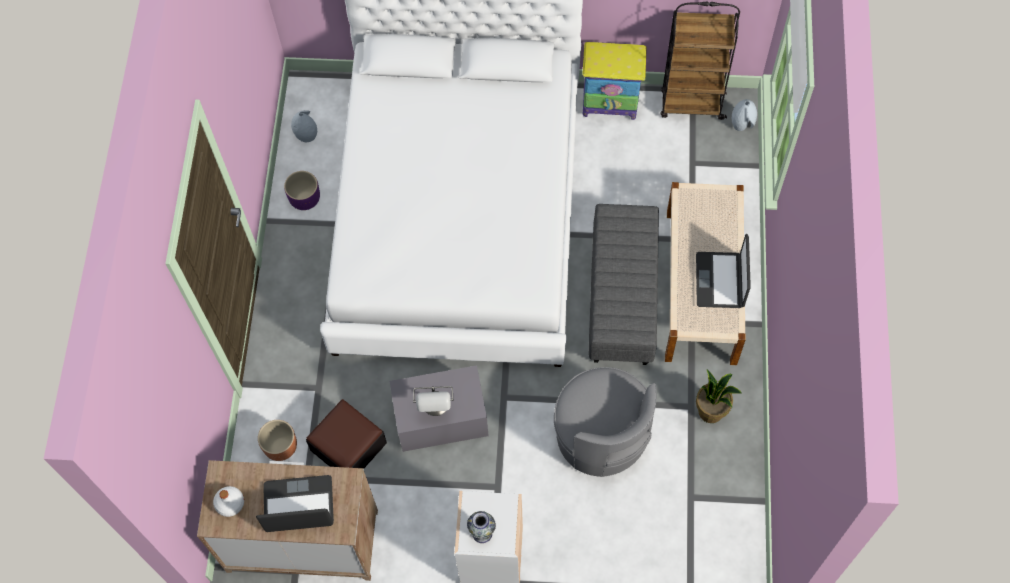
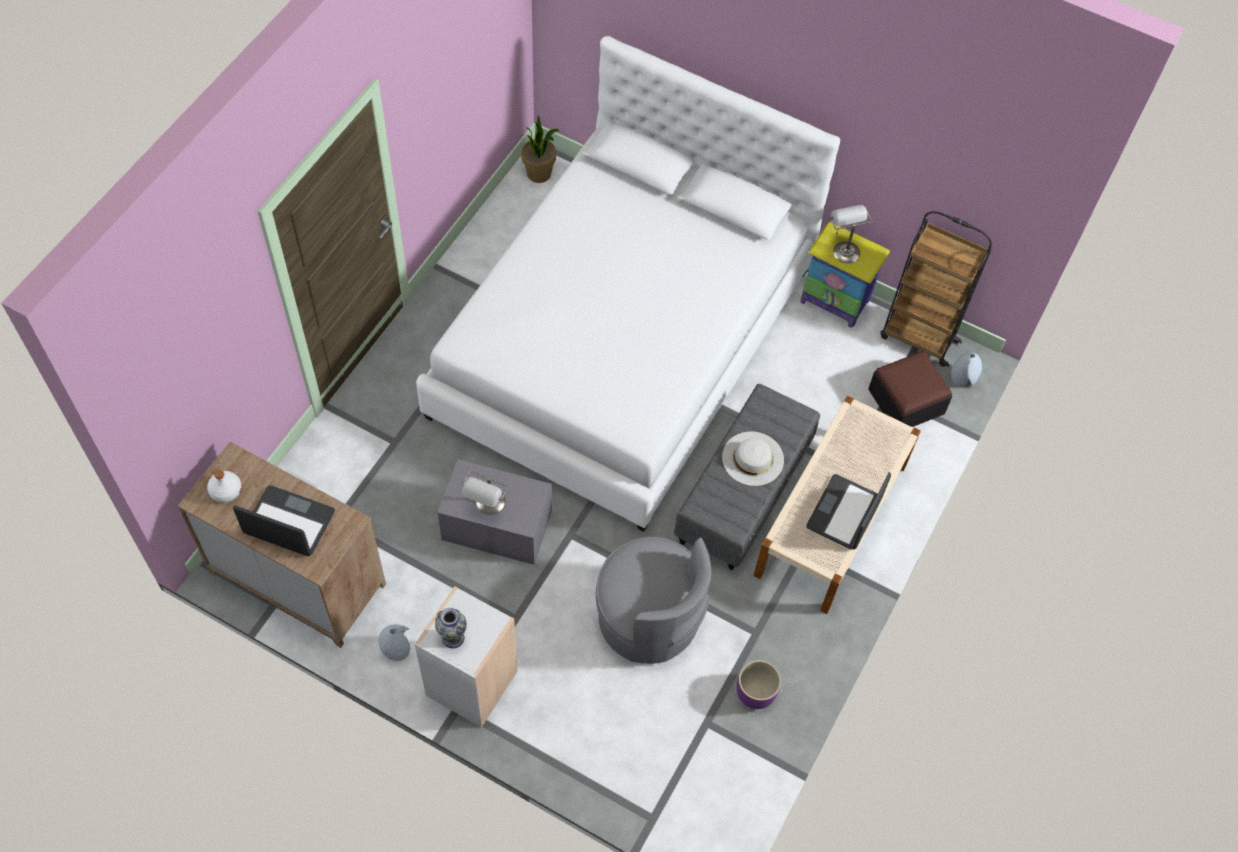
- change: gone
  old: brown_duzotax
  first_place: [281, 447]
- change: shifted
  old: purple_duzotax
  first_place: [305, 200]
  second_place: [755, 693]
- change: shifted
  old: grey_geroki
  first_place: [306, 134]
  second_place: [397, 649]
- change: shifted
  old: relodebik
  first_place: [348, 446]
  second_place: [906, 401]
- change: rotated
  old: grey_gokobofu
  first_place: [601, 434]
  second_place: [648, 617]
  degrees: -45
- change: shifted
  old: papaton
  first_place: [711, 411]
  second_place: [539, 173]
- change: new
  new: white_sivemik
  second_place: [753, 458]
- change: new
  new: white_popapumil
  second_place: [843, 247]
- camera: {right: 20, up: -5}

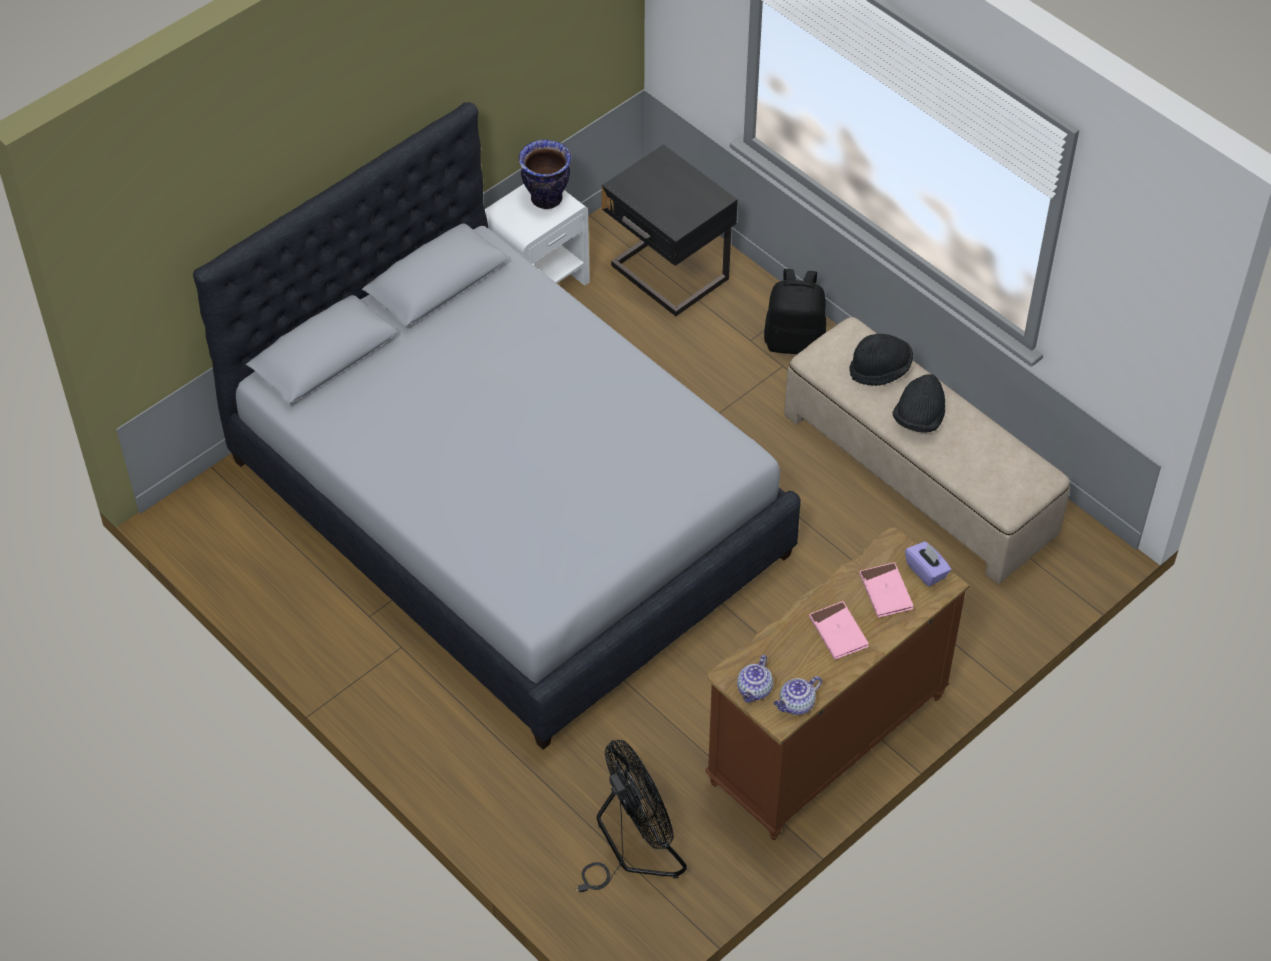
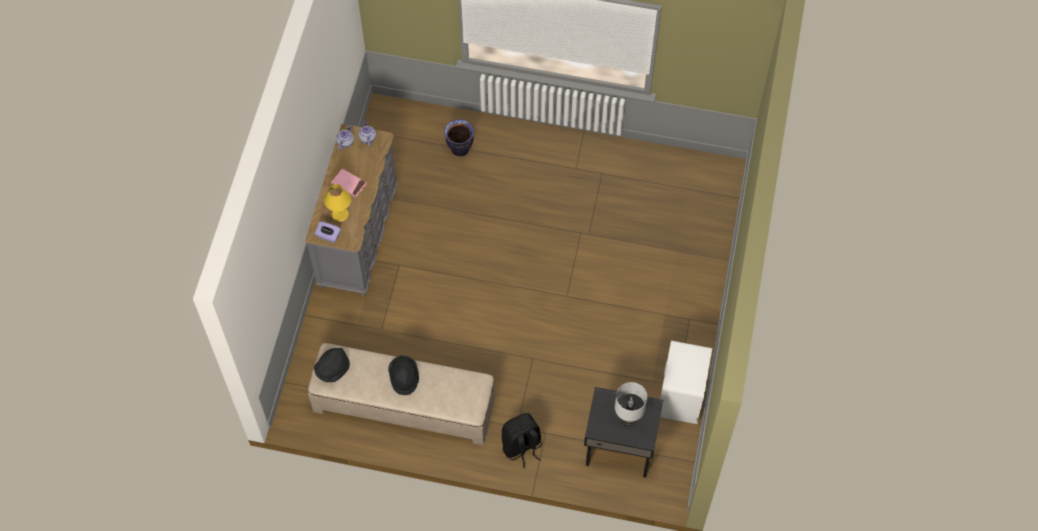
- change: gone
  old: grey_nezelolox
  first_place: [508, 506]
- change: shifted
  old: geroki
  first_place: [546, 199]
  second_place: [460, 149]
- change: gone
  old: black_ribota
  first_place: [629, 841]
- change: repainted
  old: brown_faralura
  new: grey_faralura
  first_place: [825, 740]
  second_place: [359, 237]
- change: shifted
  old: black_sivemik
  first_place: [880, 370]
  second_place: [332, 369]
- change: swapped
  old: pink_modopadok
  new: yellow_popapumil
  first_place: [885, 592]
  second_place: [340, 215]
- change: new
  new: grey_popapumil
  second_place: [628, 417]
- camera: {right: 145, up: 10}

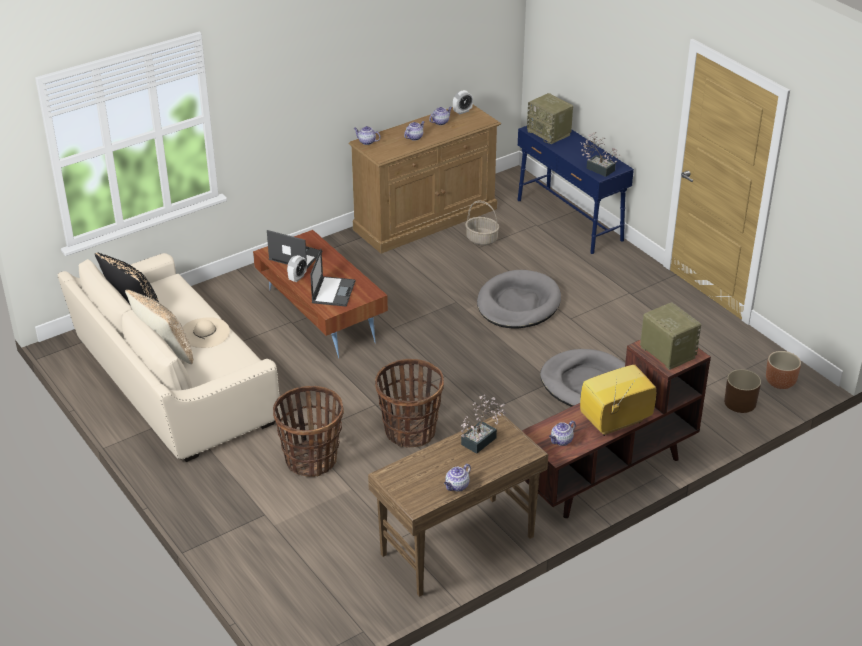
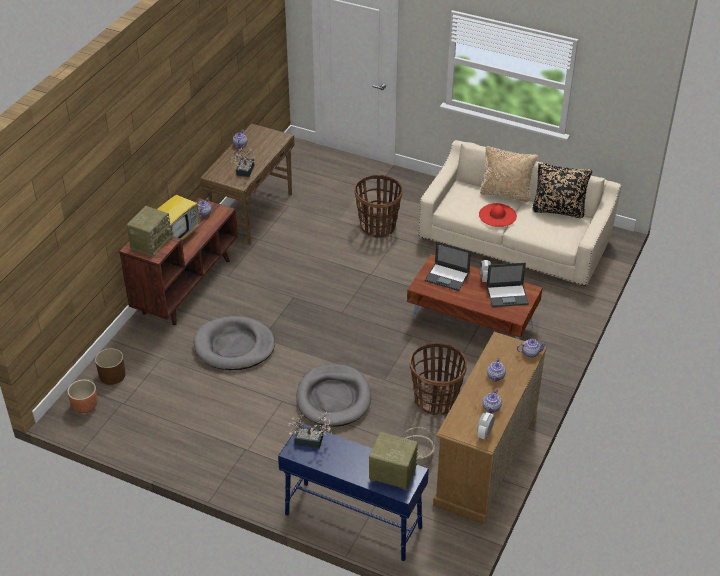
- change: repainted
  old: beige_sivemik
  new: red_sivemik
  first_place: [204, 333]
  second_place: [497, 215]
- change: rotated
  old: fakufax
  first_place: [333, 291]
  second_place: [447, 277]
  degrees: -45
- change: shifted
  old: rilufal
  first_place: [409, 431]
  second_place: [436, 400]
- change: rotated
  old: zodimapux
  first_place: [666, 352]
  second_place: [151, 243]
  degrees: -90
- camera: {right: 150, up: 5}

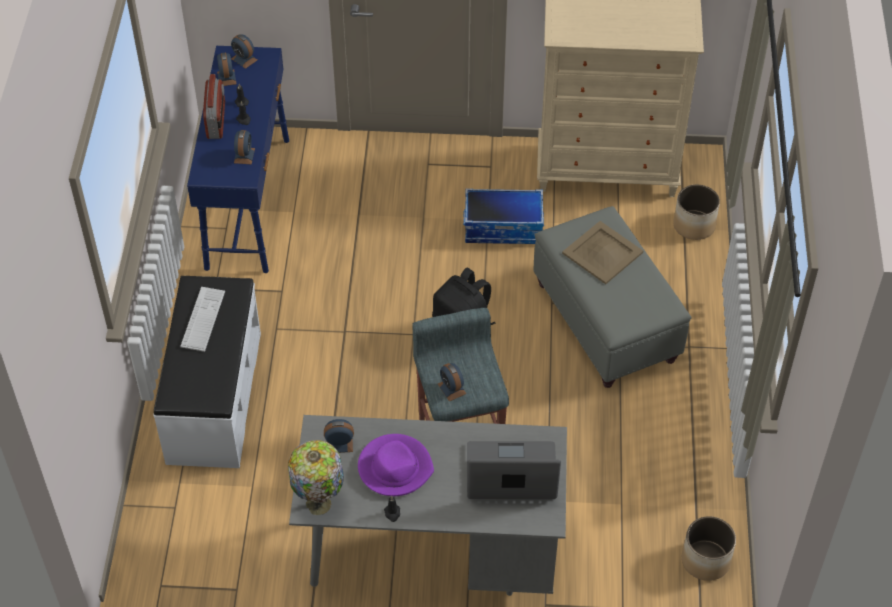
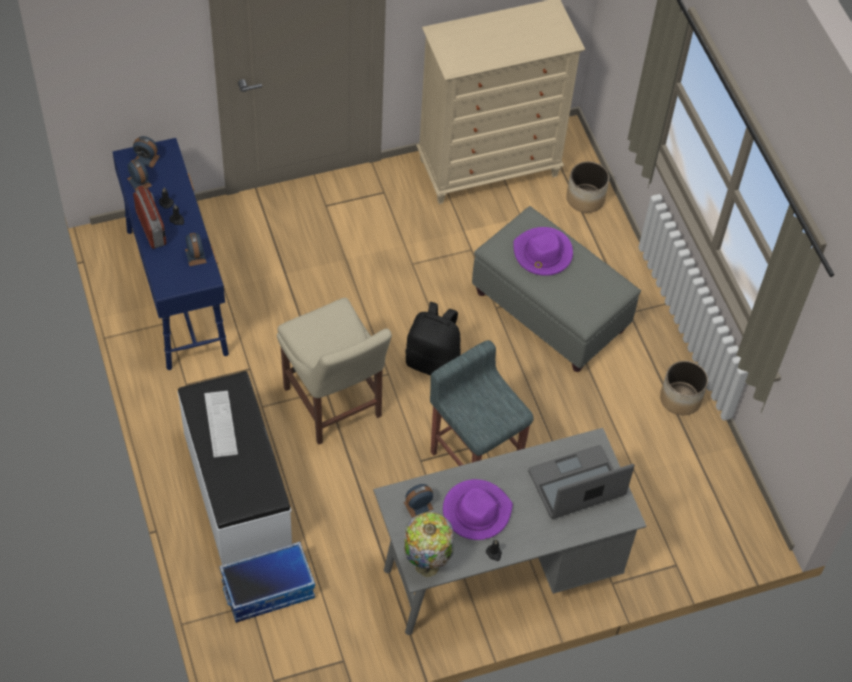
- change: gone
  old: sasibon
  first_place: [451, 388]
- change: shifted
  old: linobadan
  first_place: [503, 227]
  second_place: [268, 589]
- change: swapped
  old: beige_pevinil
  new: purple_sivemik
  first_place: [602, 253]
  second_place: [542, 254]
- change: shifted
  old: duzotax
  first_place: [706, 560]
  second_place: [681, 398]
- change: new
  new: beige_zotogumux
  second_place: [334, 406]
- camera: {right: -25, up: 5}

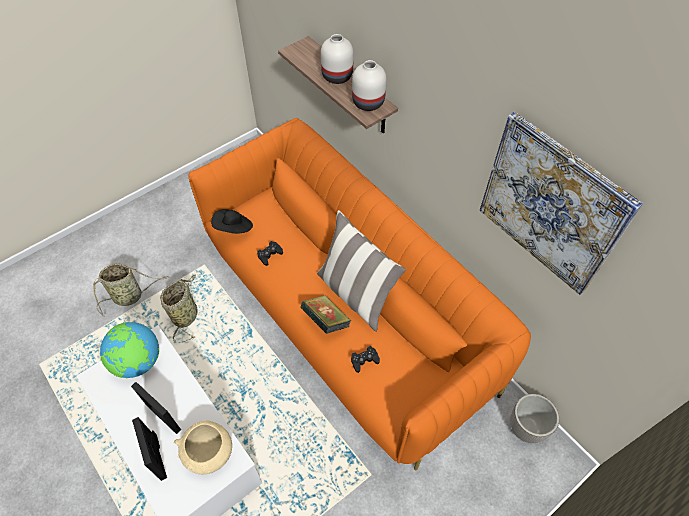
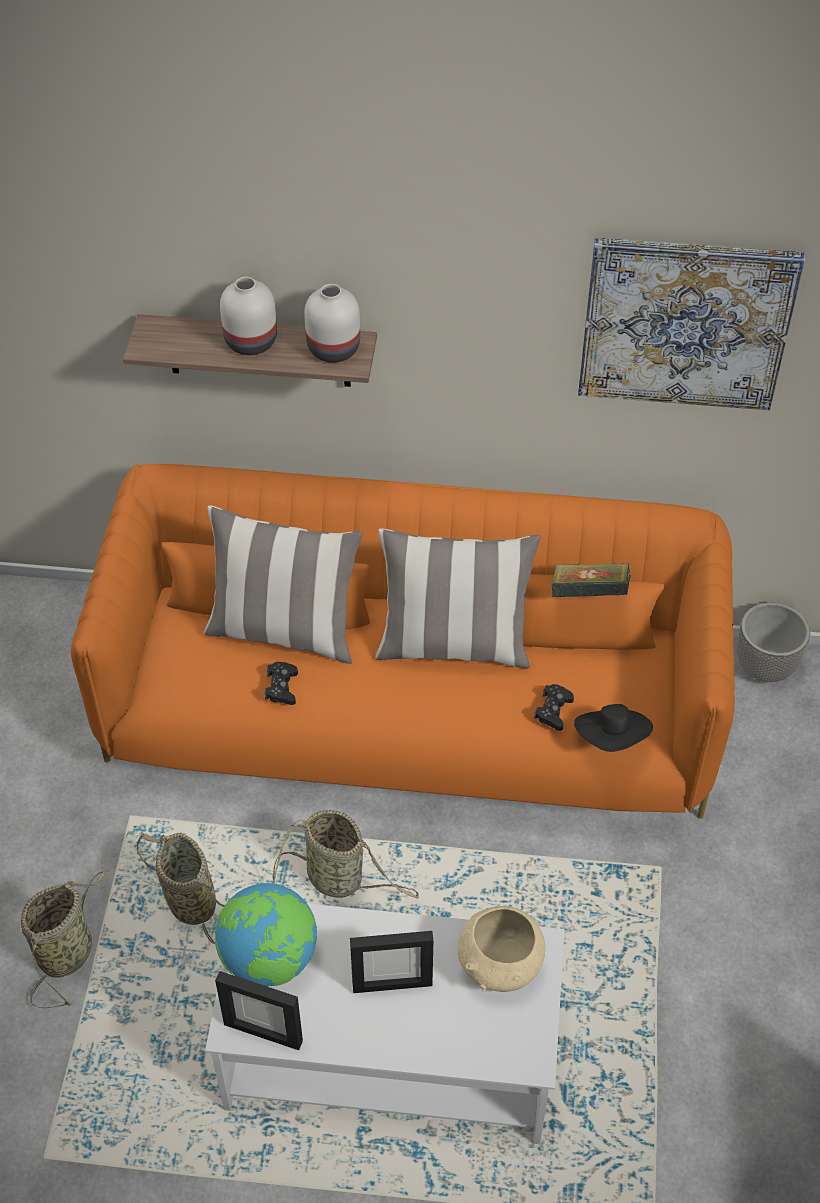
- change: shifted
  old: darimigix
  first_place: [158, 457]
  second_place: [264, 1031]
- change: shifted
  old: black_sivemik
  first_place: [234, 228]
  second_place: [612, 738]
- change: shifted
  old: modopadok
  first_place: [326, 321]
  second_place: [588, 596]
- change: new
  new: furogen
  second_place: [285, 630]
- change: new
  new: rilufal
  second_place: [339, 880]
- camera: {right: -45, up: -5}

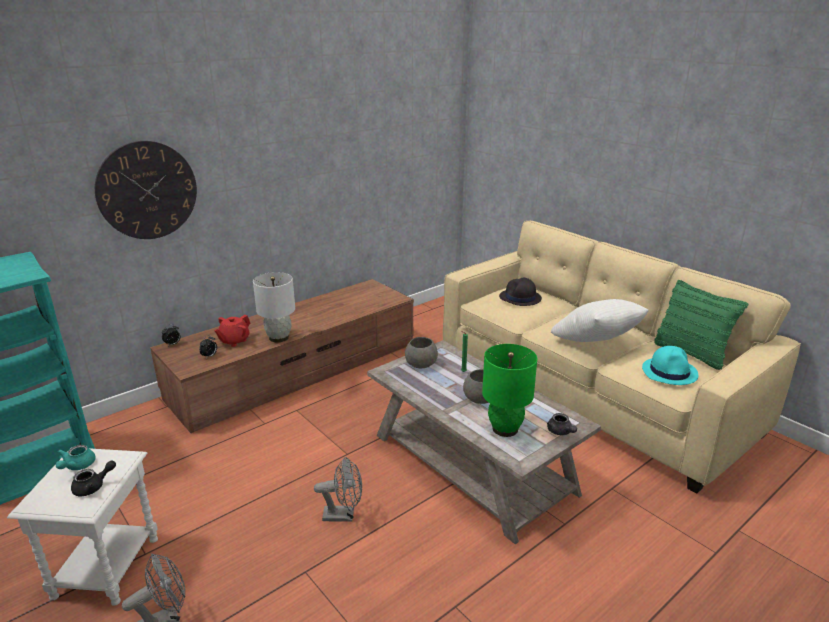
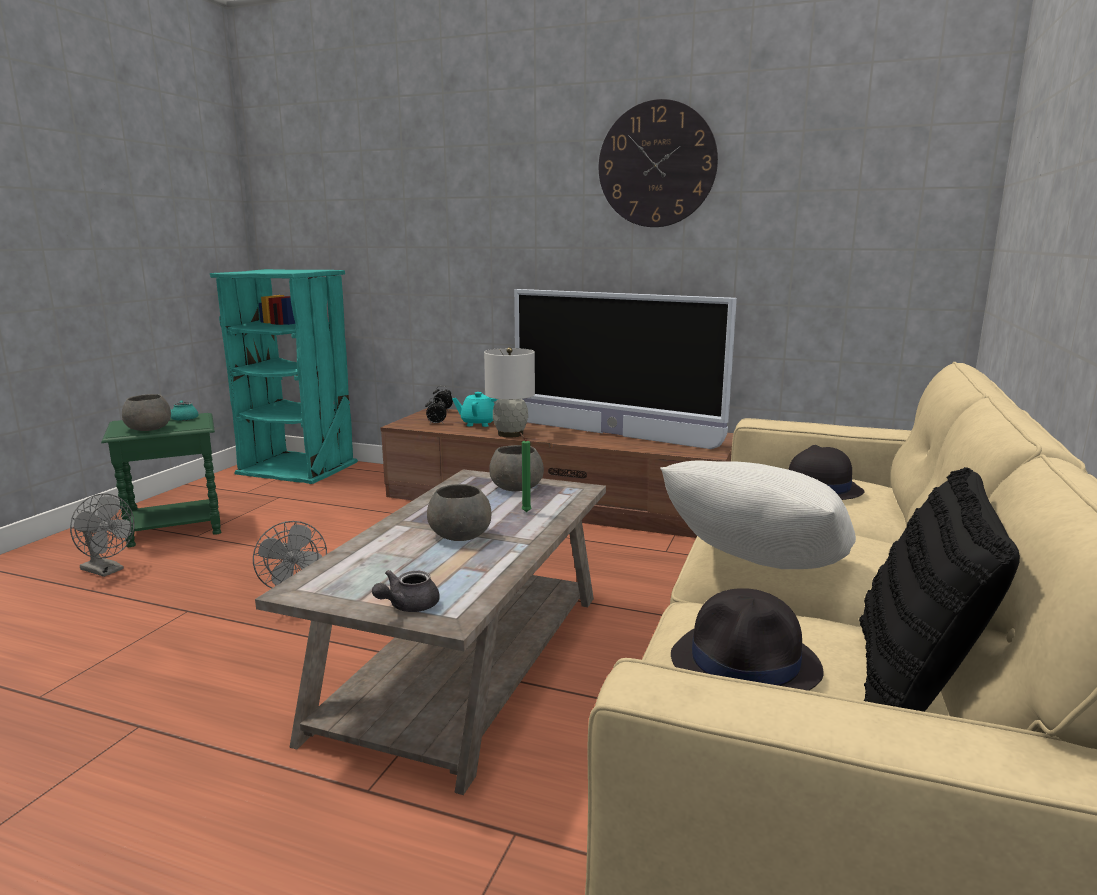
- change: repainted
  old: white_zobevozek
  new: green_zobevozek
  first_place: [108, 567]
  second_place: [175, 529]
- change: swapped
  old: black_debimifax
  new: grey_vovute
  first_place: [93, 487]
  second_place: [149, 428]
- change: shifted
  old: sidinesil
  first_place: [147, 190]
  second_place: [657, 164]
- change: repainted
  old: red_debimifax
  new: turquoise_debimifax
  first_place: [234, 341]
  second_place: [478, 423]
- change: gone
  old: green_popapumil
  first_place: [505, 429]
- change: repainted
  old: turquoise_sivemik
  new: black_sivemik
  first_place: [669, 372]
  second_place: [746, 664]
- change: repainted
  old: green_furogen
  new: black_furogen
  first_place: [691, 354]
  second_place: [913, 690]
- change: new
  new: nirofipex
  second_place: [613, 434]
- camera: {right: 60, up: -10}

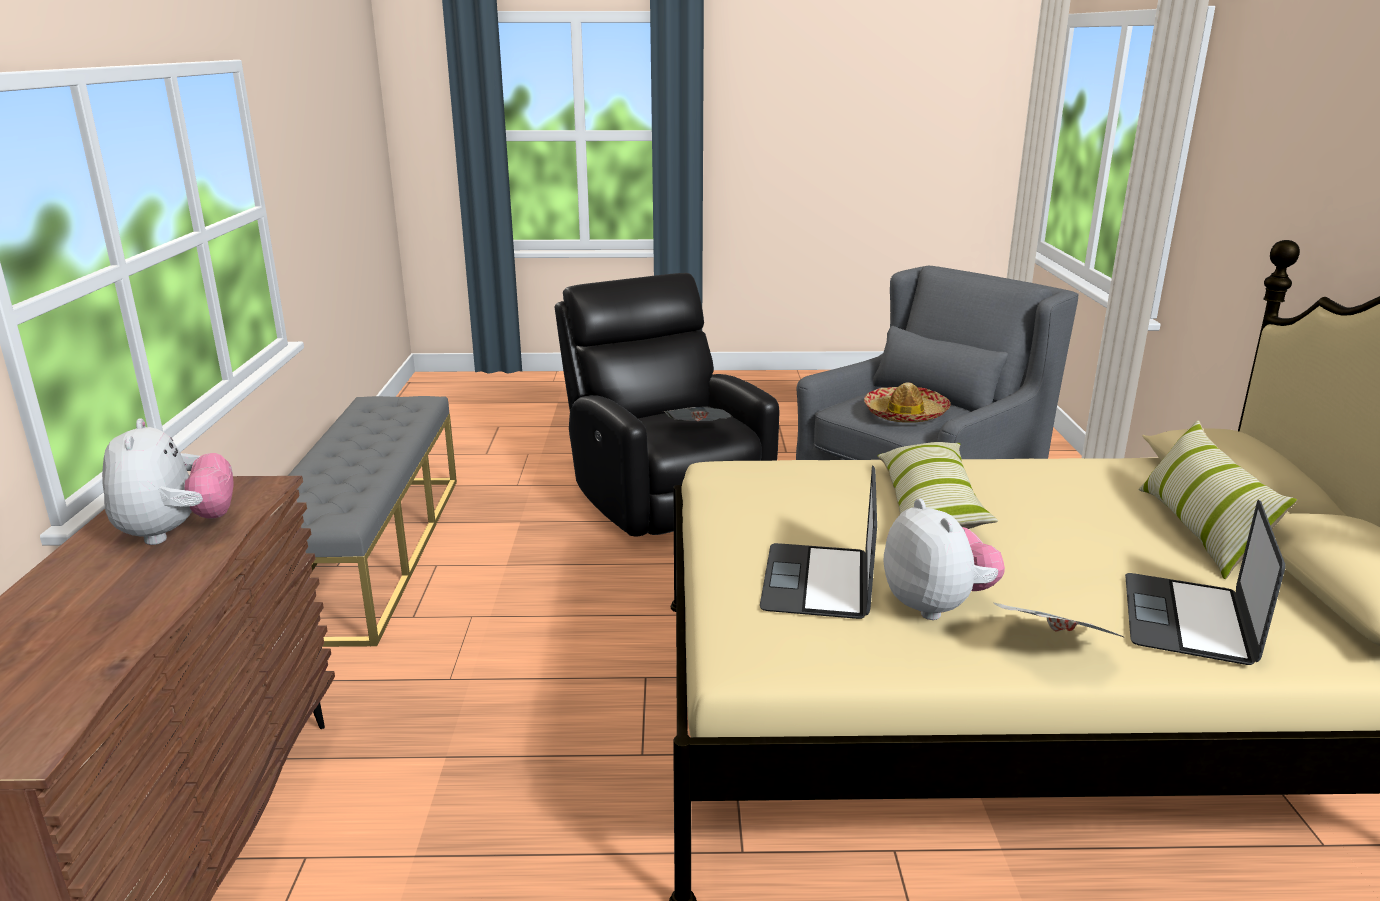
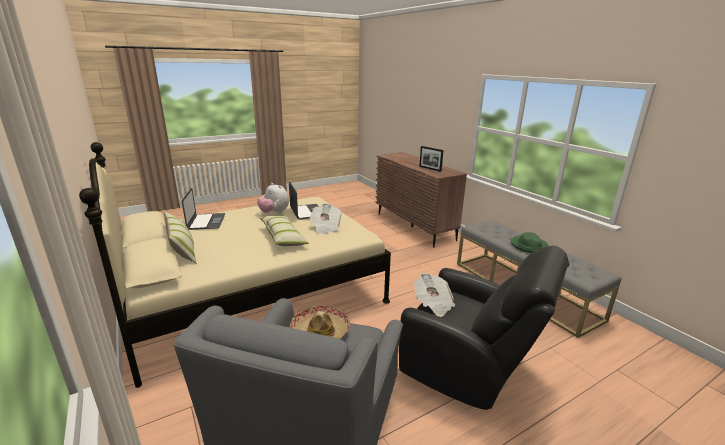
- change: swapped
  old: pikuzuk
  new: darimigix
  first_place: [176, 533]
  second_place: [430, 168]
- change: shifted
  old: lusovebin
  first_place: [1054, 648]
  second_place: [325, 227]
- change: new
  new: green_sivemik
  second_place: [529, 246]
- camera: {right: 150, up: 0}

